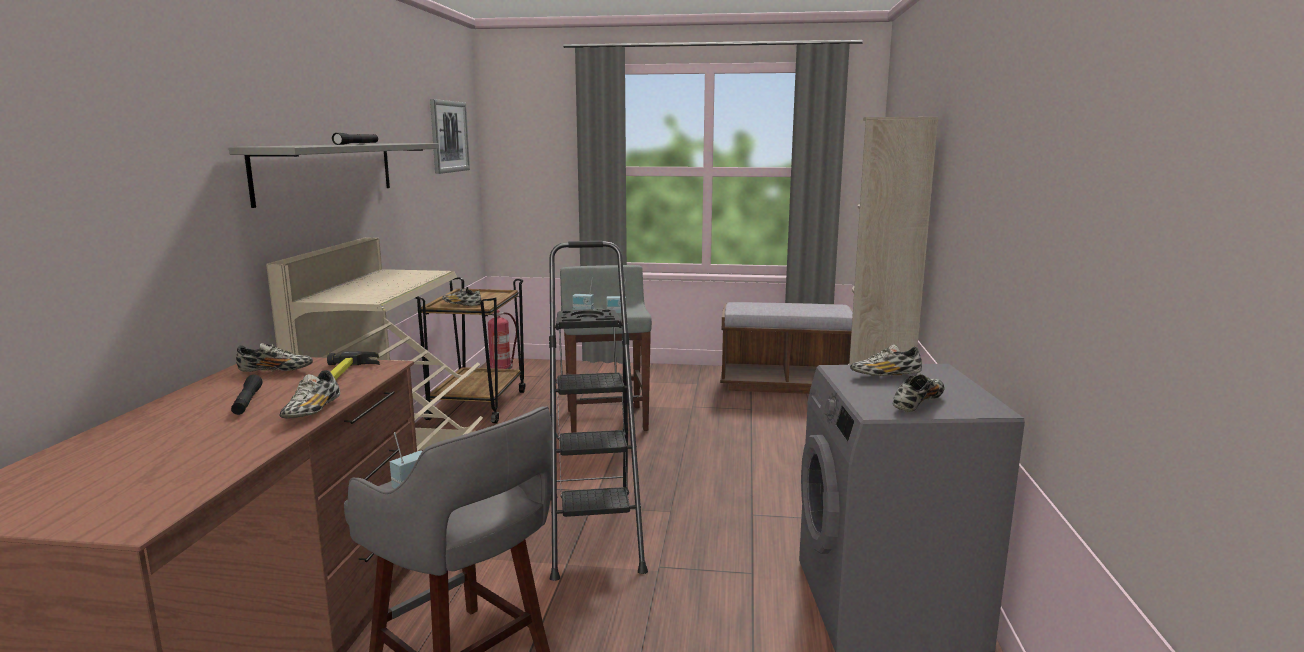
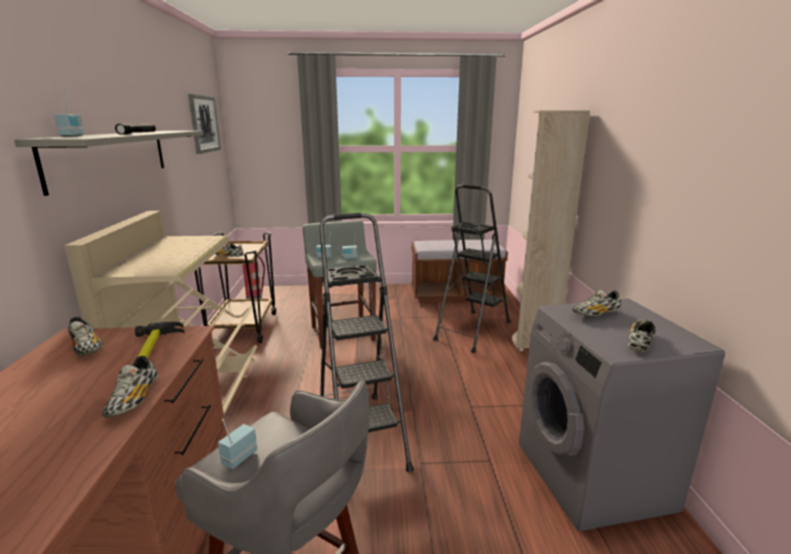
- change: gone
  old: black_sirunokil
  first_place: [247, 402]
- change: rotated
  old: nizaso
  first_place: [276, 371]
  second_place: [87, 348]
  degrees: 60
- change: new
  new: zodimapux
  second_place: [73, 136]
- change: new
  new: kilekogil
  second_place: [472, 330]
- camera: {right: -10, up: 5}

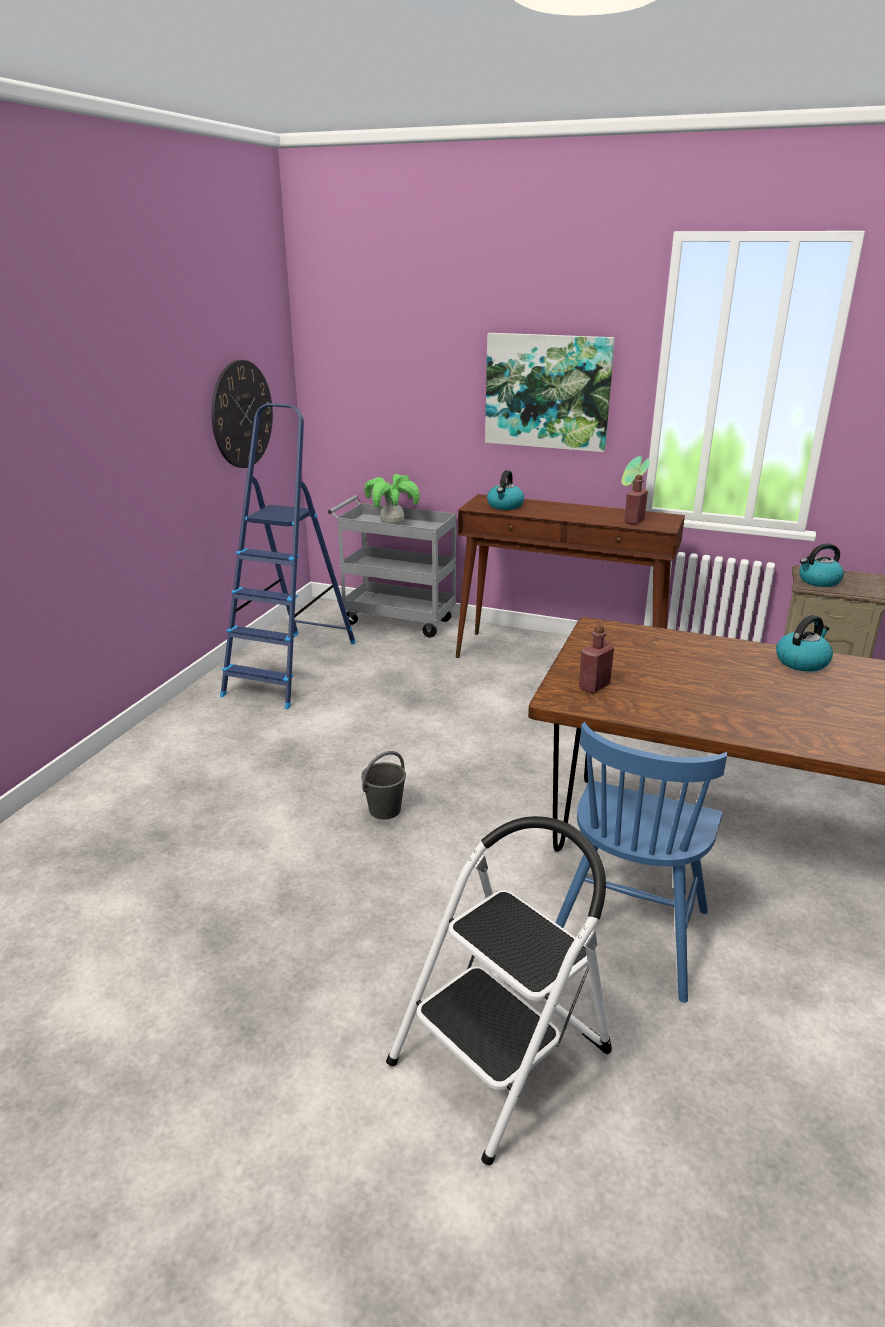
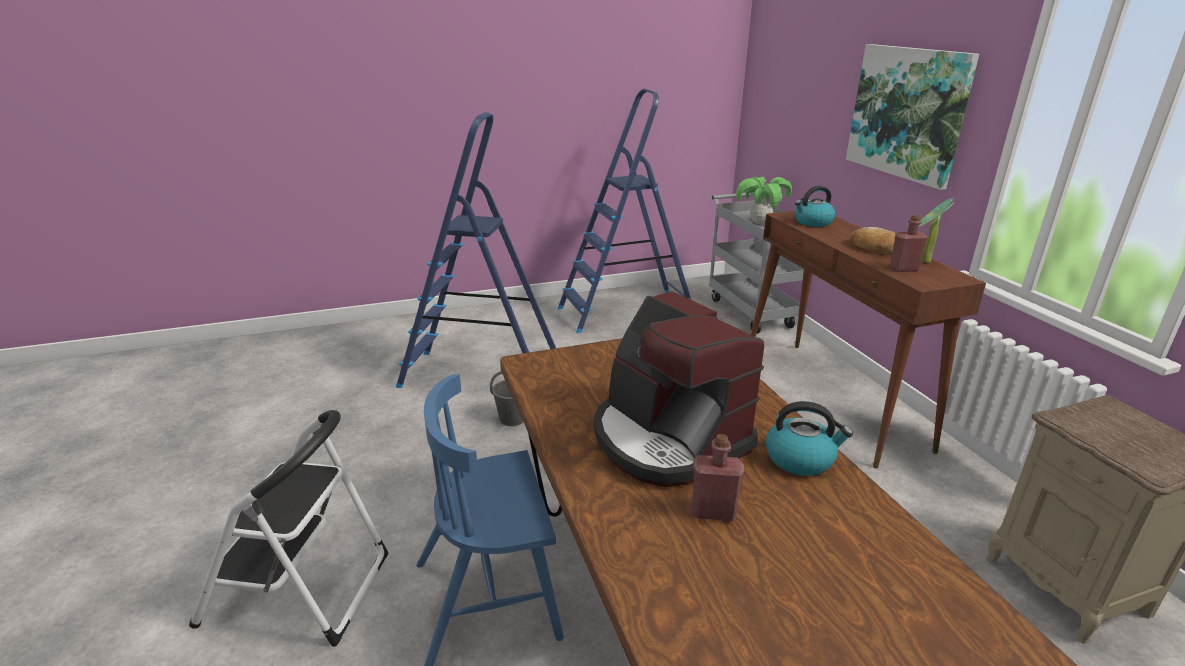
- change: gone
  old: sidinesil
  first_place: [242, 414]
- change: shifted
  old: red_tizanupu
  first_place: [594, 686]
  second_place: [713, 512]
- change: gone
  old: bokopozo
  first_place: [818, 581]
- change: new
  new: blue_kilekogil
  second_place: [481, 376]
- change: new
  new: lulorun
  second_place: [667, 439]
- change: new
  new: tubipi
  second_place: [873, 248]
- camera: {right: 50, up: 0}

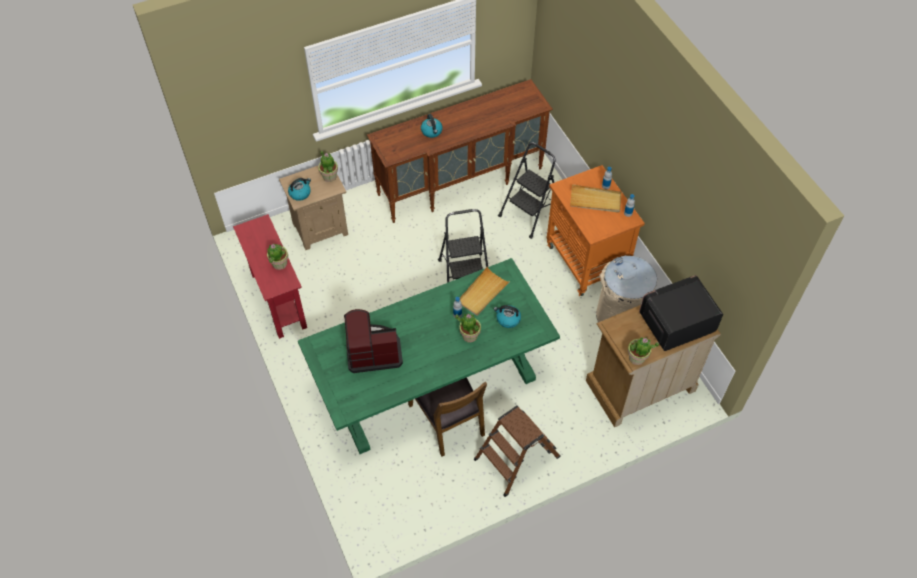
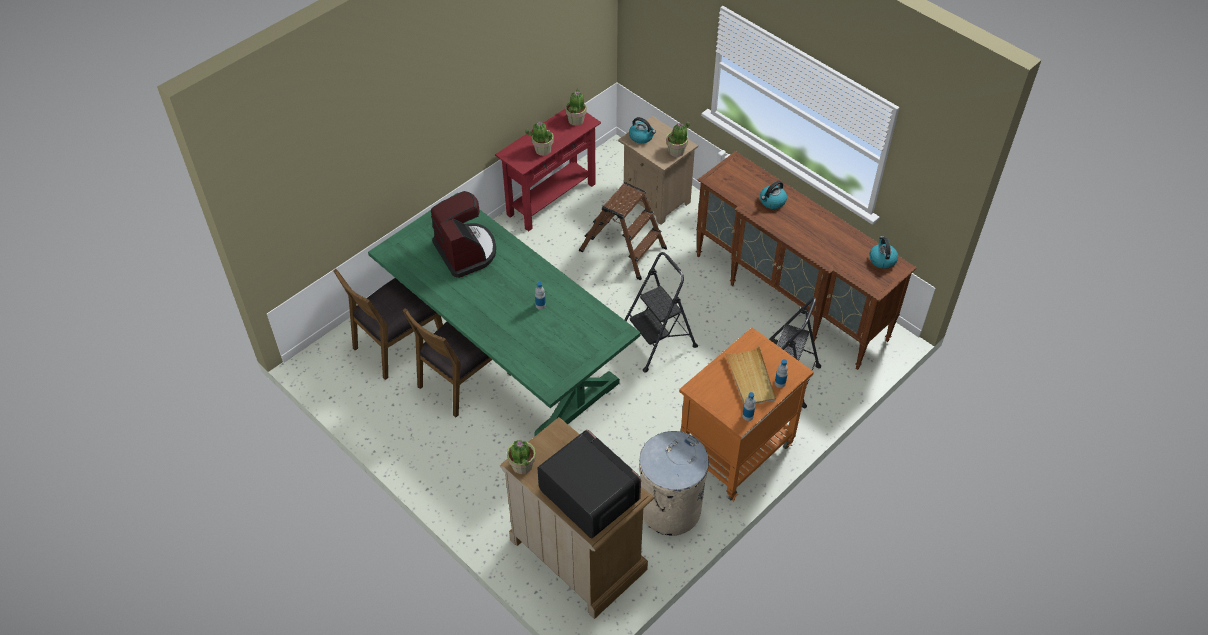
- change: shifted
  old: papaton
  first_place: [469, 335]
  second_place: [576, 120]
- change: gone
  old: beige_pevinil
  first_place: [482, 293]
- change: shifted
  old: brown_kilekogil
  first_place: [517, 457]
  second_place: [622, 249]
- change: shifted
  old: bokopozo
  first_place: [507, 319]
  second_place: [882, 259]
- change: new
  new: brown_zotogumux
  second_place: [398, 344]
- camera: {right: 70, up: -5}

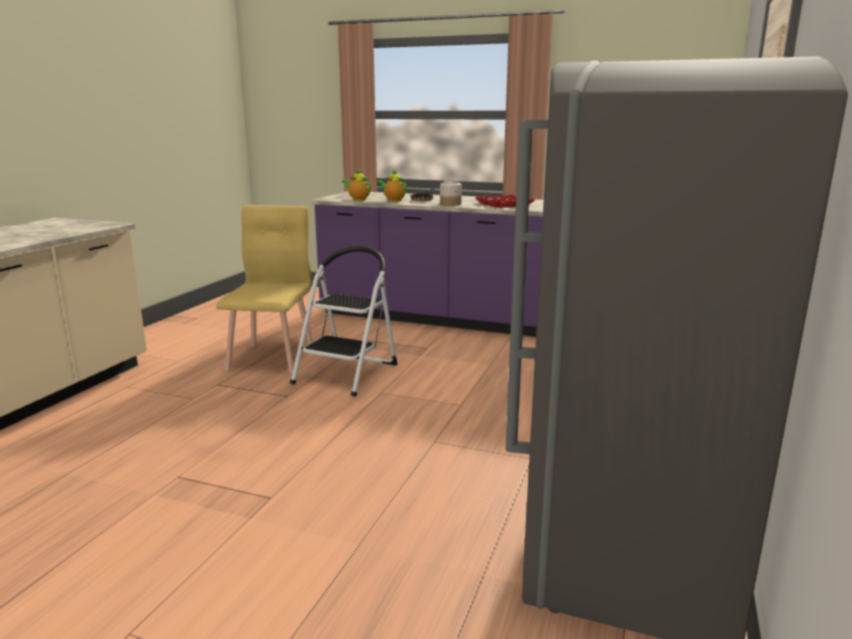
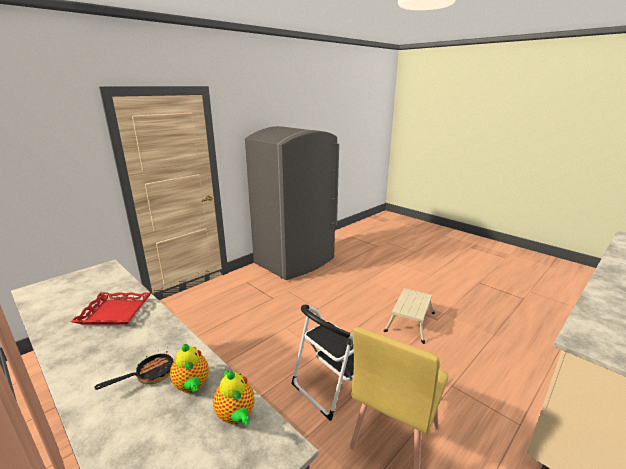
- change: gone
  old: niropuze
  first_place: [451, 204]
- change: new
  new: beige_kilekogil
  second_place: [410, 322]
- camera: {right: -155, up: 5}

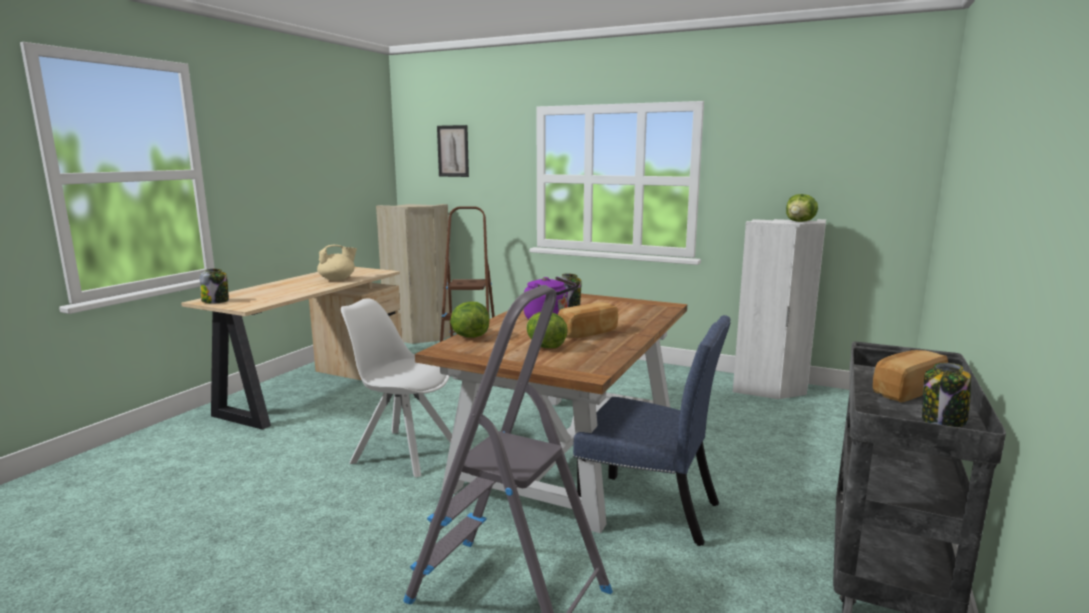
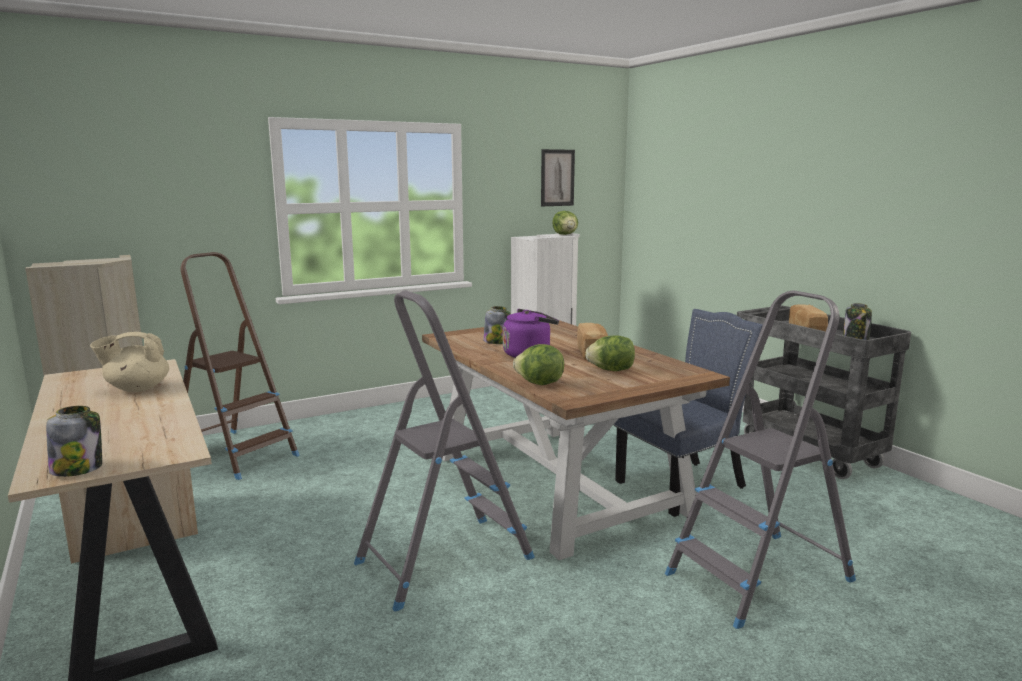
- change: rotated
  old: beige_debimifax
  first_place: [338, 279]
  second_place: [137, 389]
  degrees: -120
- change: swapped
  old: white_zotogumux
  new: grey_kilekogil
  first_place: [403, 452]
  second_place: [446, 559]
- change: shifted
  old: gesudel
  first_place: [453, 151]
  second_place: [557, 178]
- camera: {right: -55, up: 0}

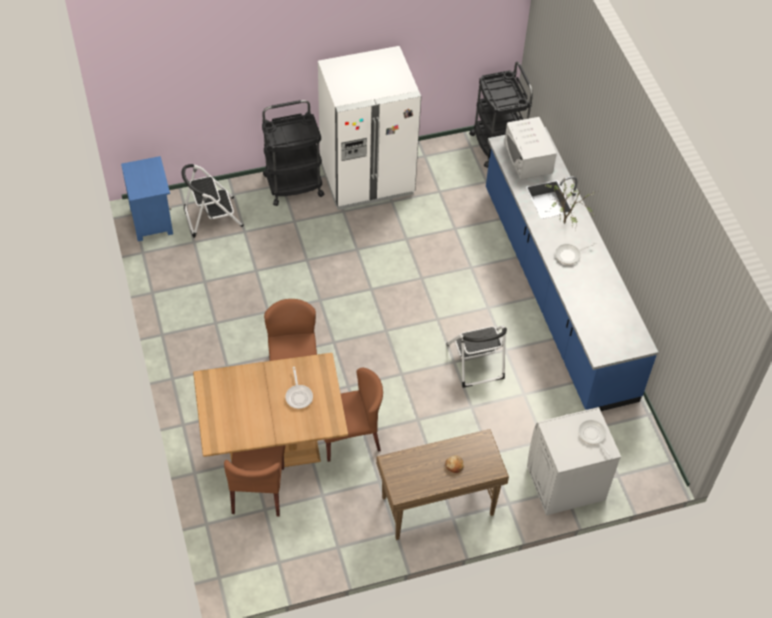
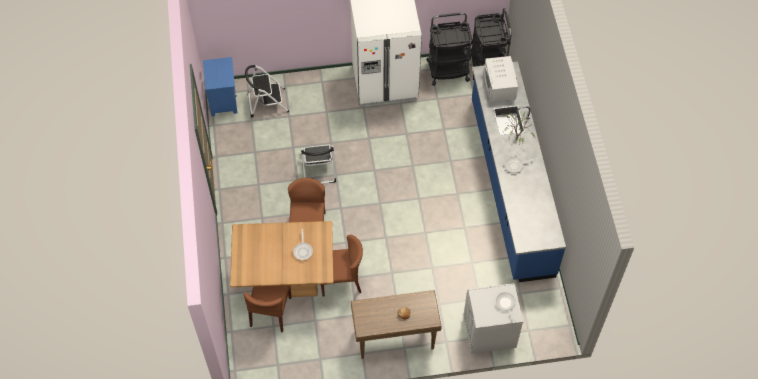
- change: shifted
  old: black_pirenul
  first_place: [293, 185]
  second_place: [448, 71]
- change: shifted
  old: kilekogil
  first_place: [475, 363]
  second_place: [318, 169]
- camera: {right: 10, up: 5}

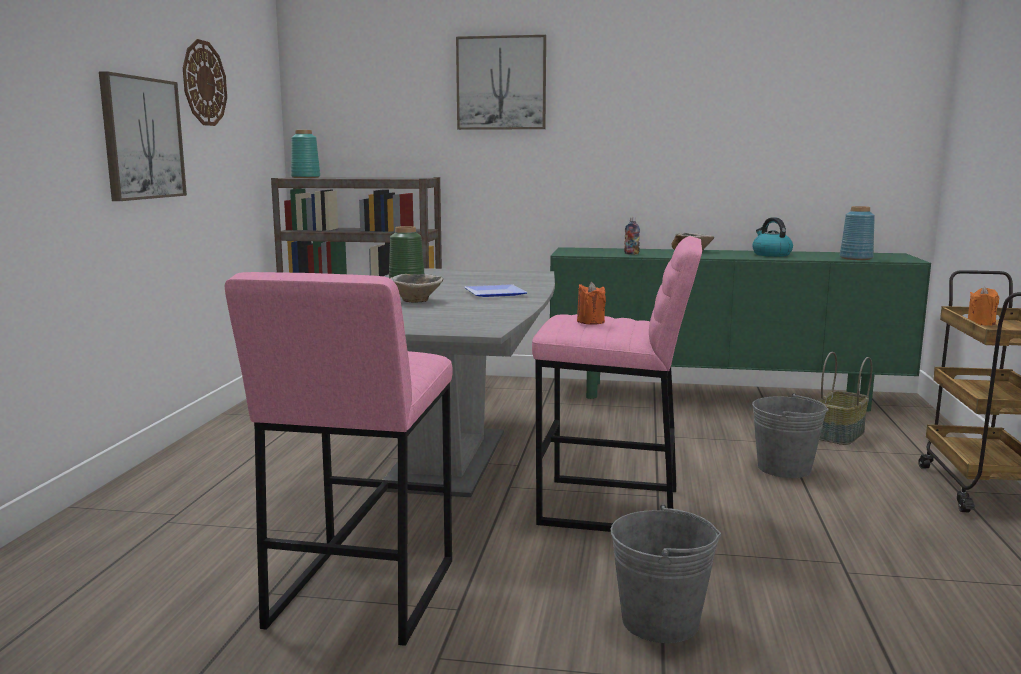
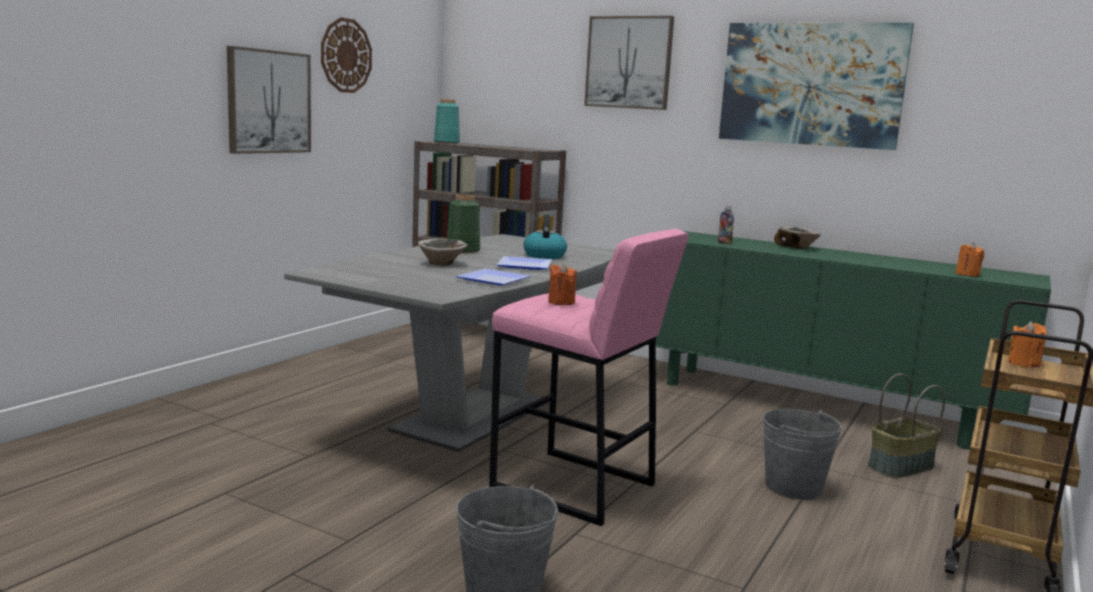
- change: gone
  old: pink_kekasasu
  first_place: [361, 595]
- change: shifted
  old: bokopozo
  first_place: [771, 254]
  second_place: [544, 255]
- change: swapped
  old: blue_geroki
  new: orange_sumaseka
  first_place: [856, 258]
  second_place: [967, 274]
- change: new
  new: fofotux
  second_place: [491, 280]
- change: new
  new: gesudel
  second_place: [811, 84]
- camera: {right: 20, up: 0}

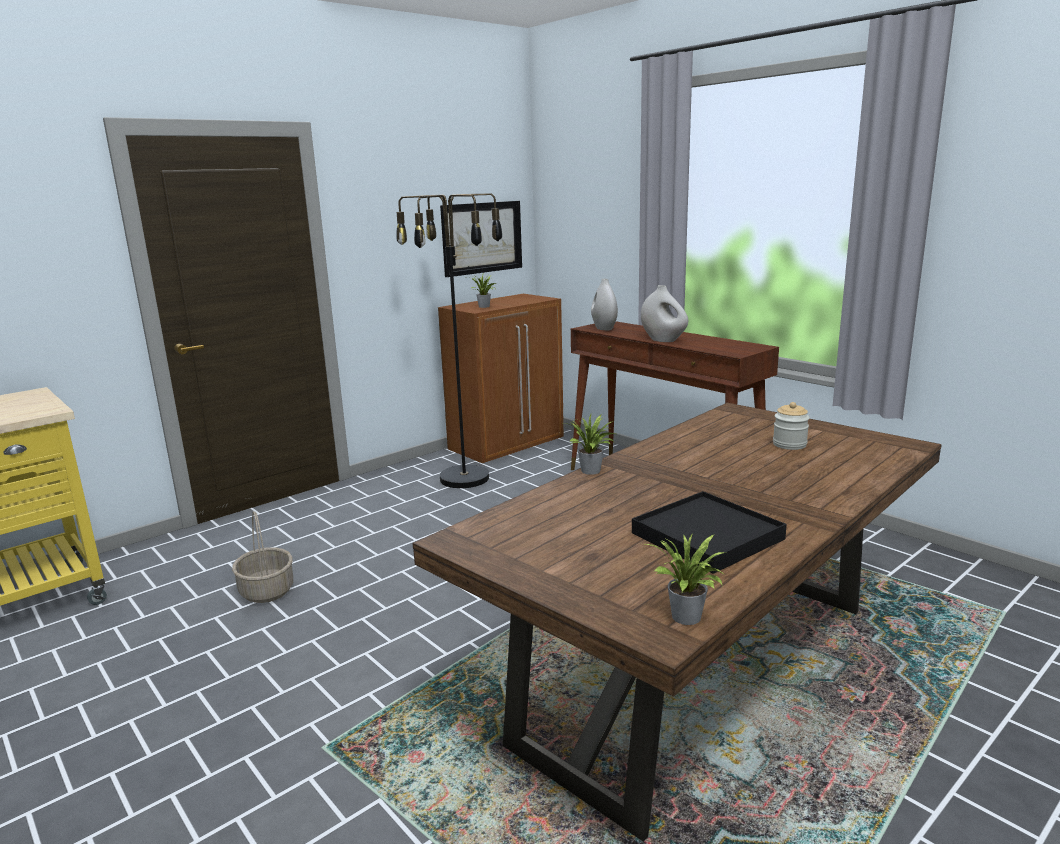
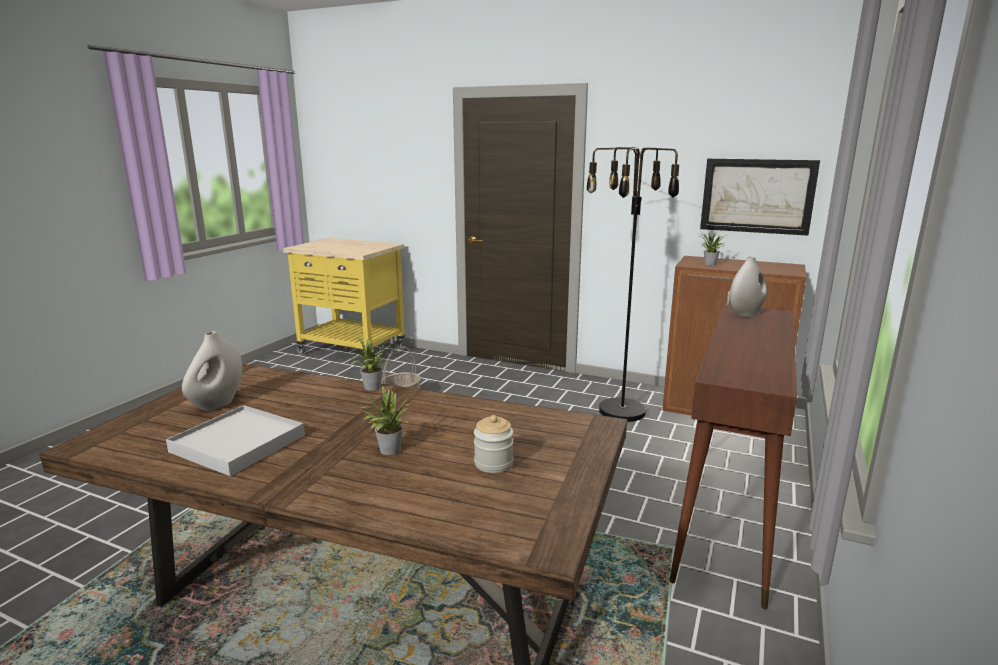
- change: repainted
  old: black_pevinil
  new: white_pevinil
  first_place: [706, 536]
  second_place: [238, 443]
- change: shifted
  old: white_geroki
  first_place: [663, 340]
  second_place: [218, 404]
- change: shifted
  old: papaton
  first_place: [687, 619]
  second_place: [387, 450]
- camera: {right: 65, up: 0}

